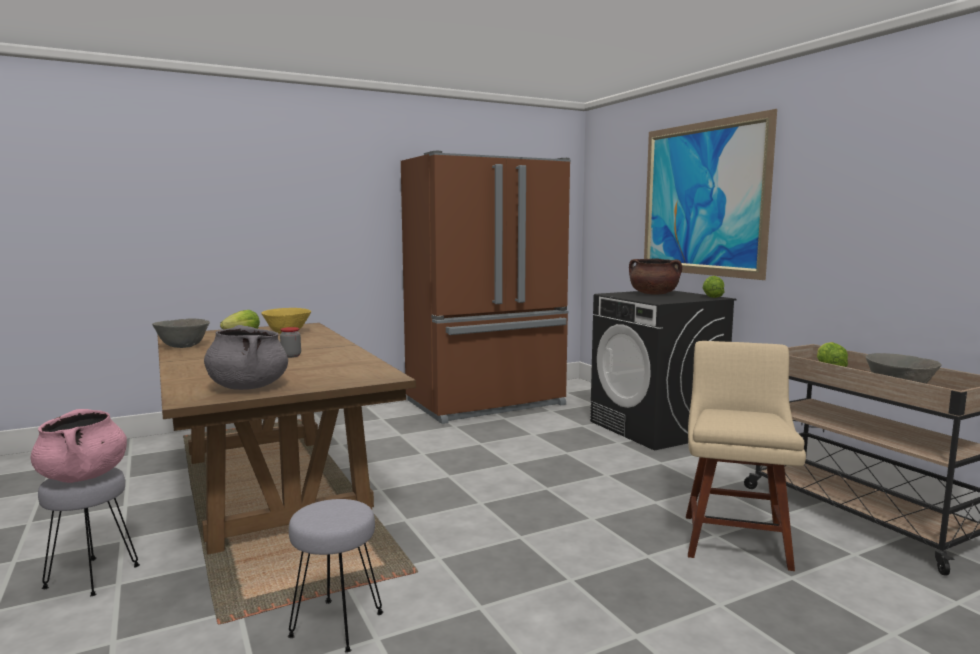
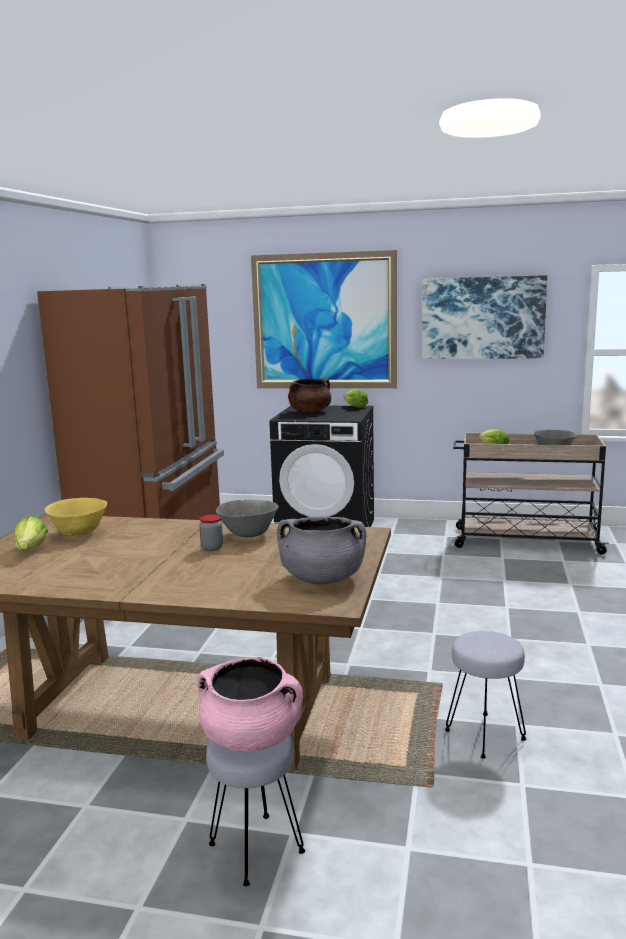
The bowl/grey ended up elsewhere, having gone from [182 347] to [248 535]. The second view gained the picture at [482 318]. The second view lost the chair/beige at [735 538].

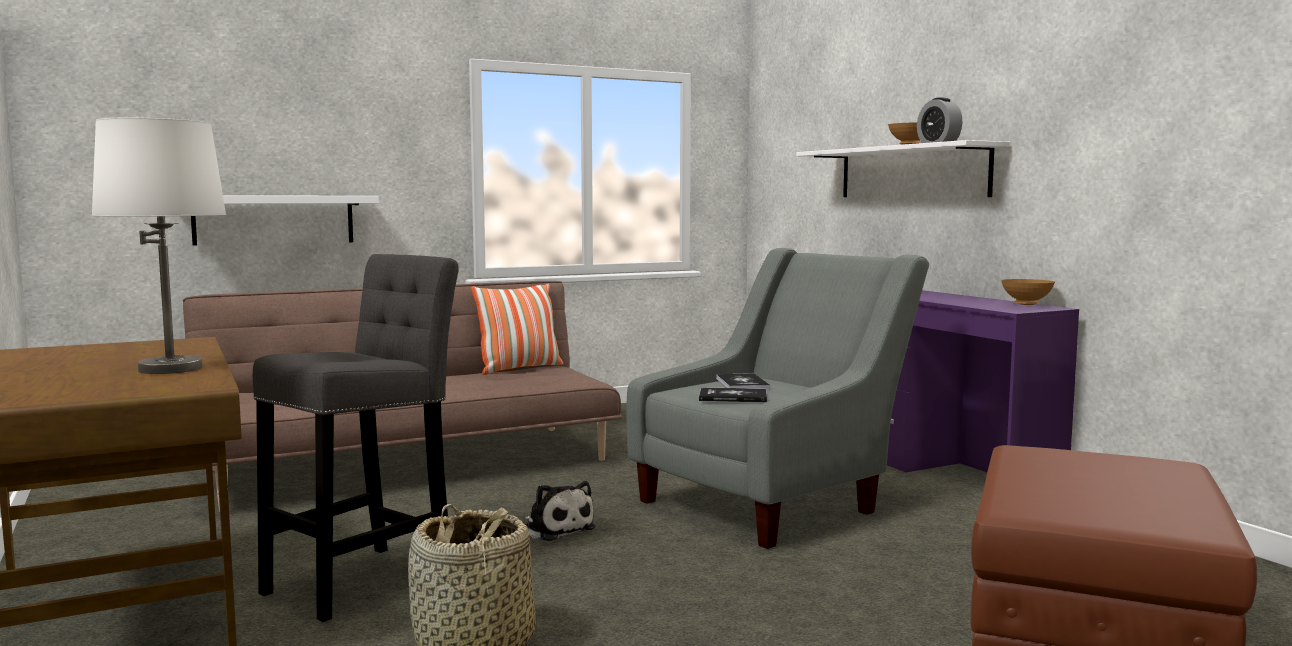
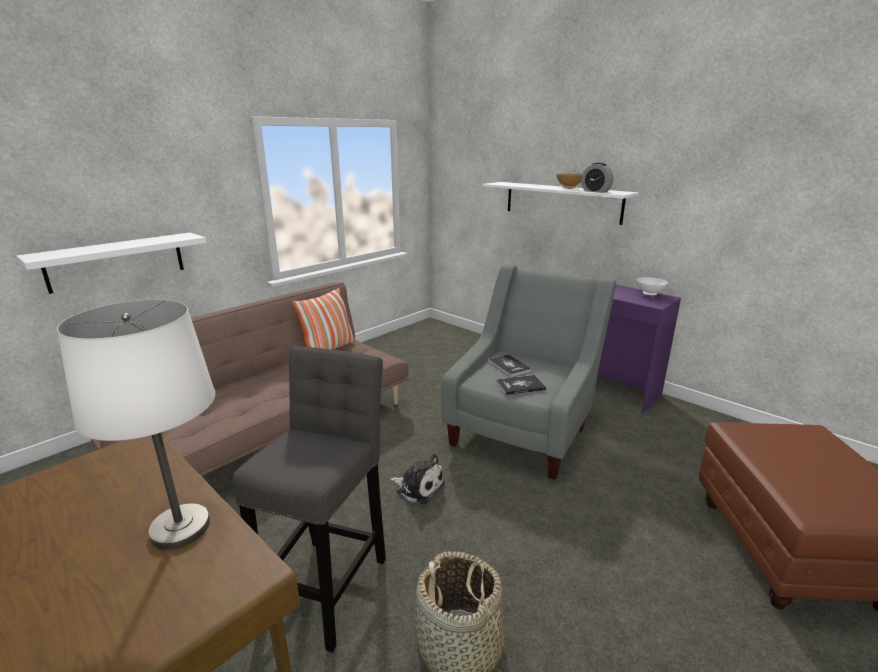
What was the bowl/brown at [1025 304] turned into the bowl/white at [649 294].

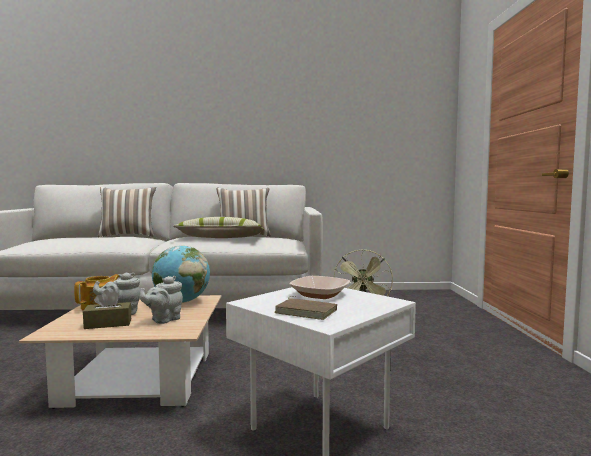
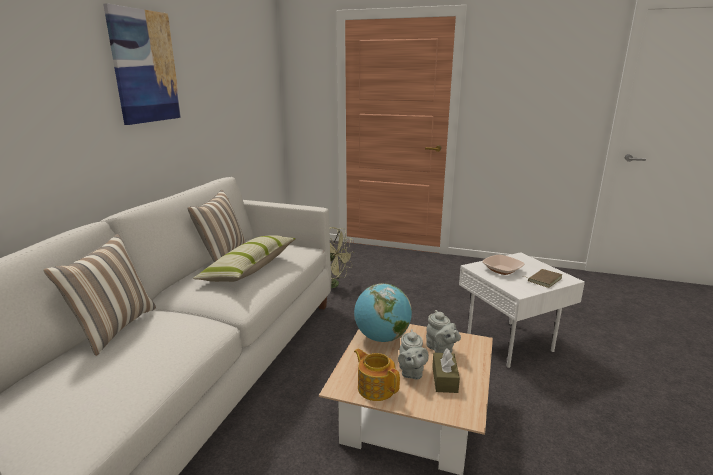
The second view gained the picture at [145 67].

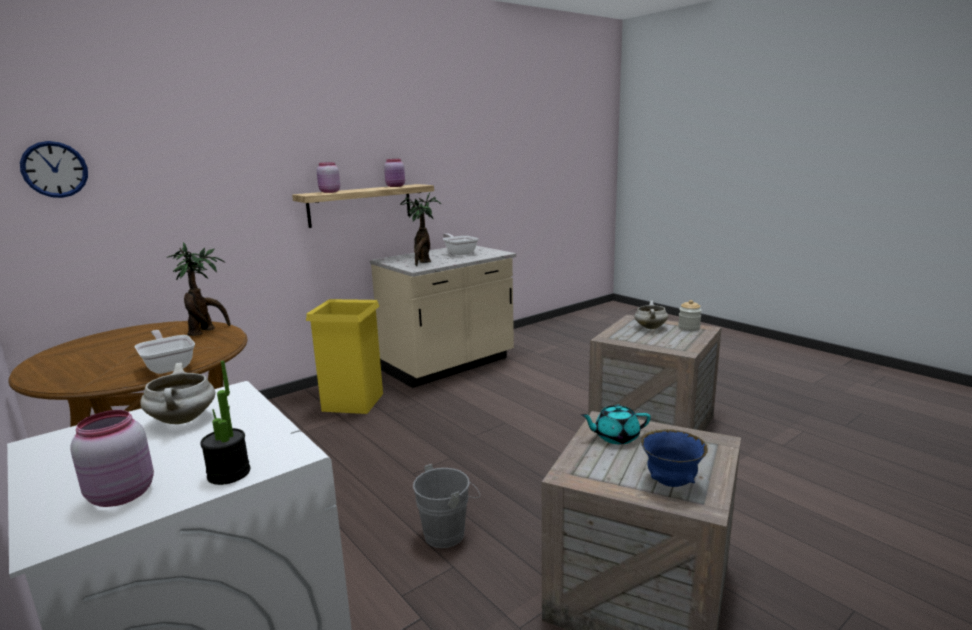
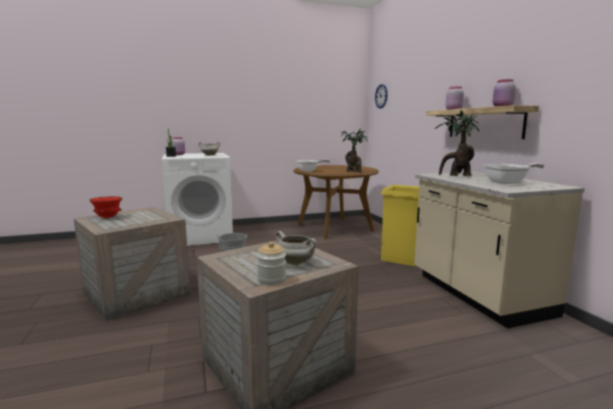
What was the bowl/blue at [671 482] turned into the bowl/red at [108 218]. The second view lost the teapot/turquoise at [615 437].

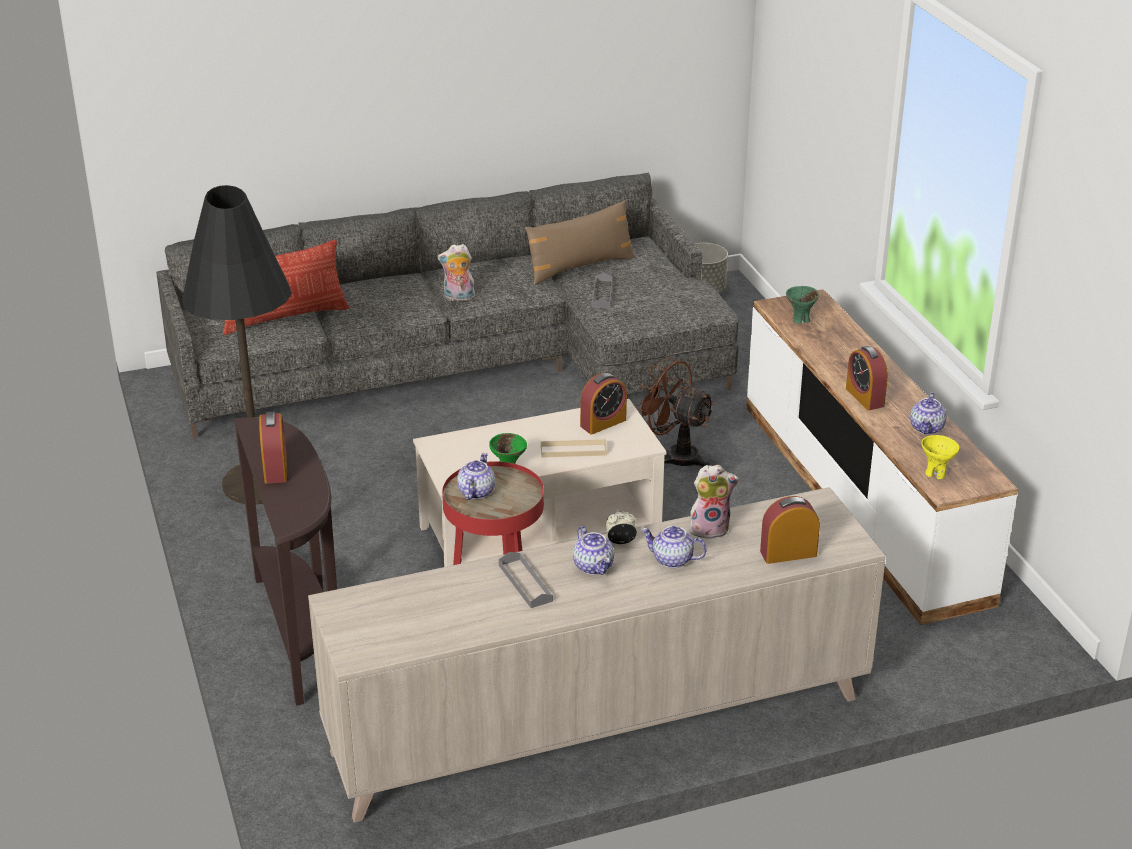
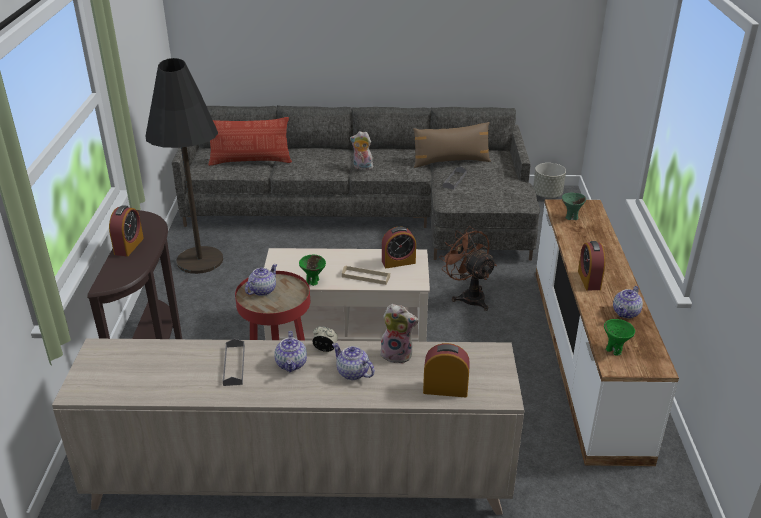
What was the bowl/yellow at [935 474] turned into the bowl/green at [614 350].

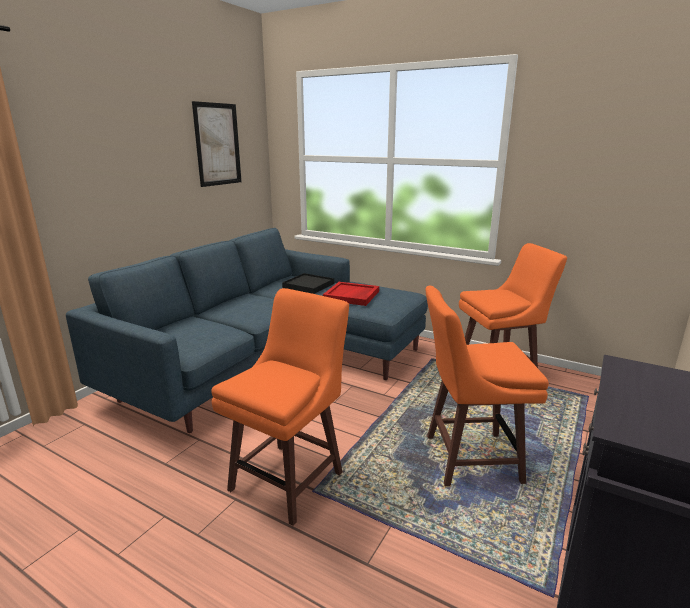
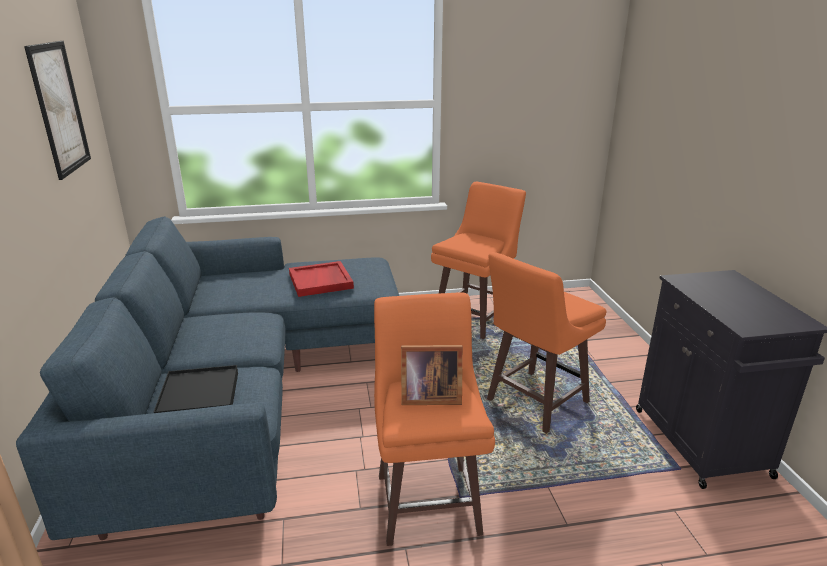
The tray/black ended up elsewhere, having gone from [308 286] to [199 396]. The second view gained the picture frame at [428 396].

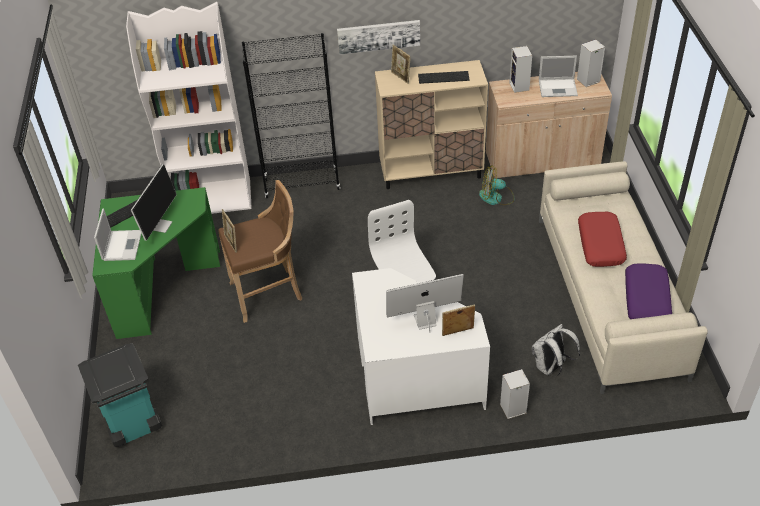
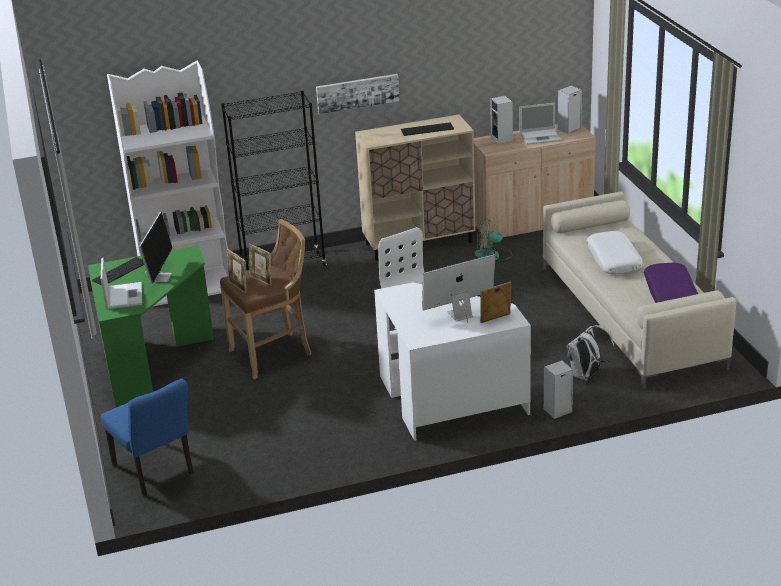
Where the trash can/turquoise stood at [132 425], the chair/blue came to stand at [156 472]. The picture frame ended up elsewhere, having gone from [401 77] to [261 280]. What was the pillow/red at [601 245] turned into the pillow/white at [614 260].

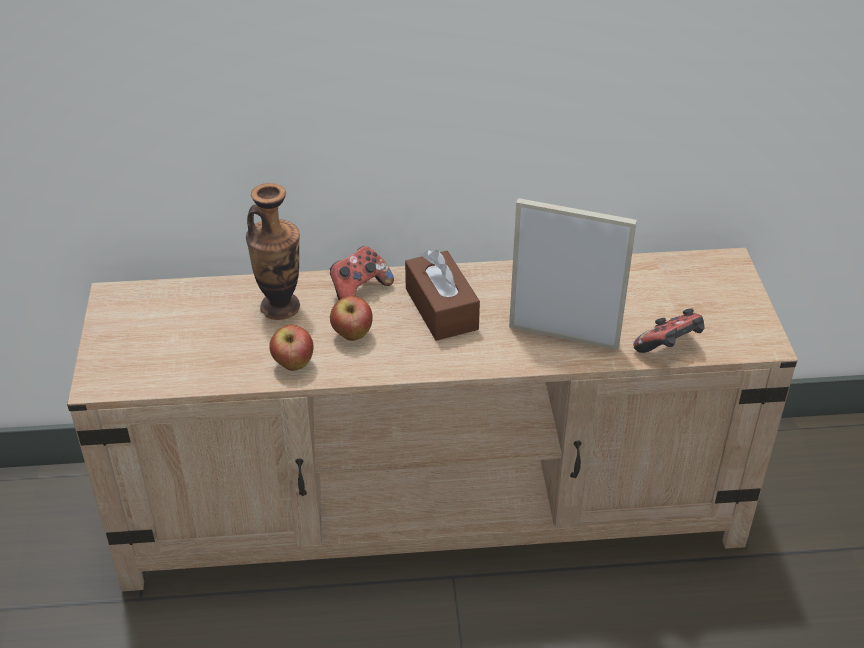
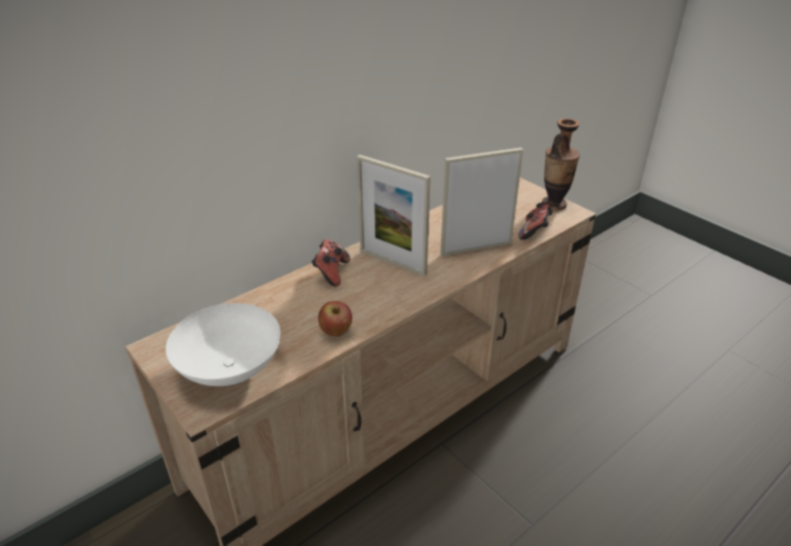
The second view gained the bowl/white at [228 369]. Where the tissue box/brown stood at [441 309], the picture frame came to stand at [392 262]. The vase ended up elsewhere, having gone from [280 307] to [554 204]. The second view lost the apple at [352 335].

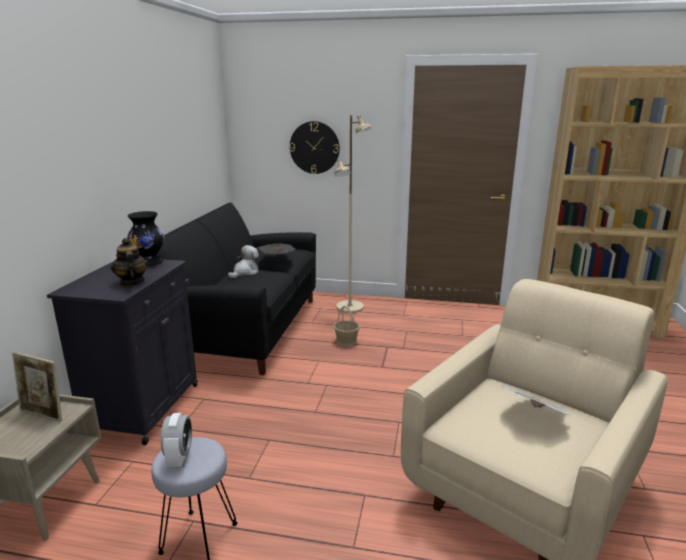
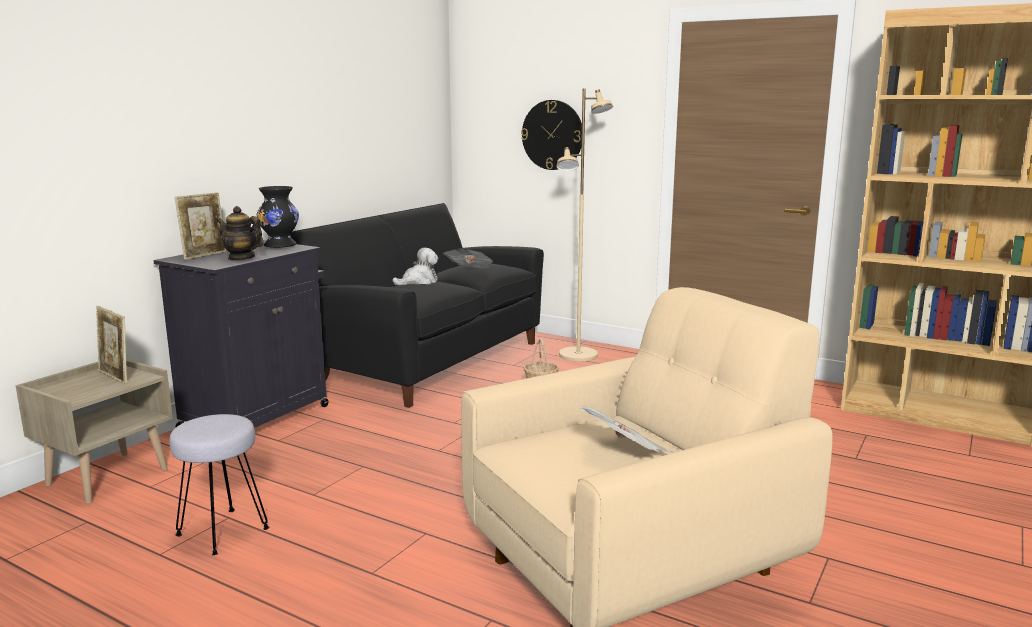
The second view gained the picture frame at [204 255]. The teapot at [131 282] ended up facing another way, 60 degrees counterclockwise from before. The second view lost the alarm clock at [179 458].

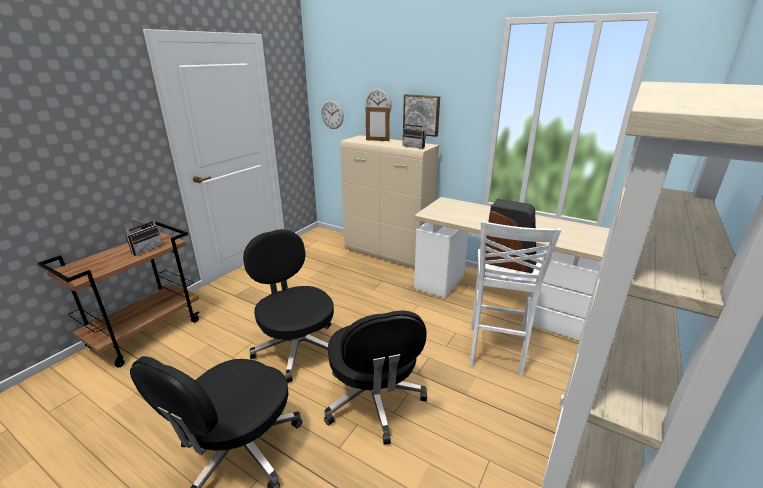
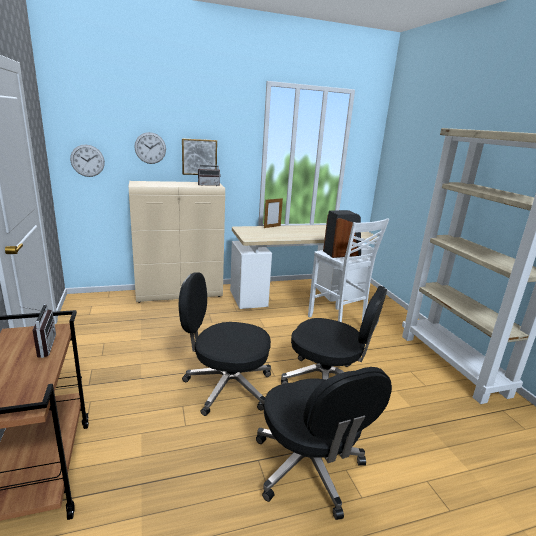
The picture frame ended up elsewhere, having gone from [377 140] to [272 227].

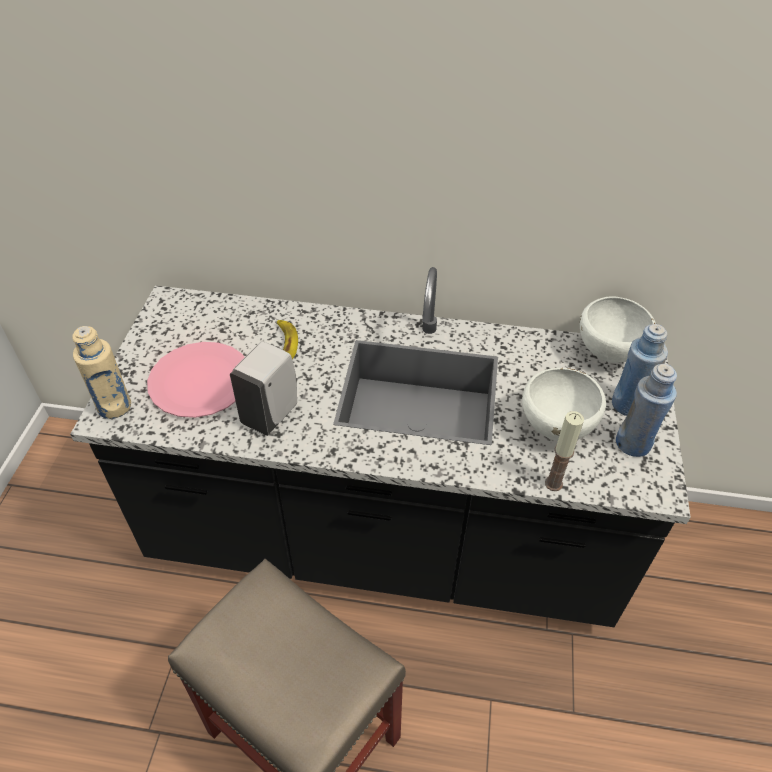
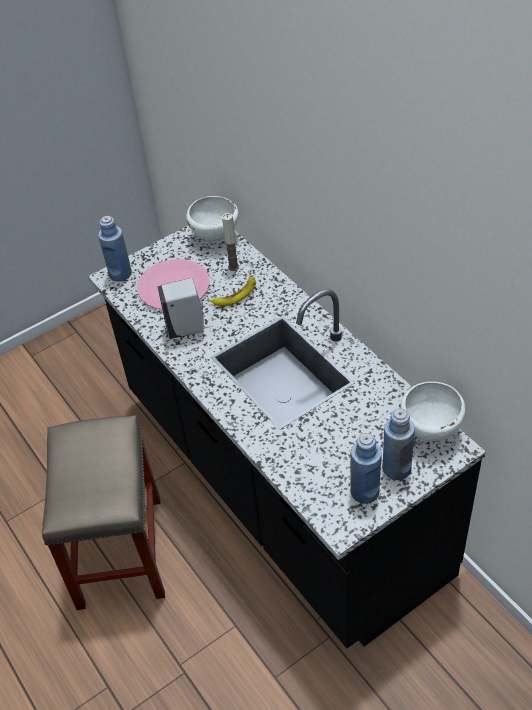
What was the bottle/beige at [114 406] turned into the bottle/blue at [120 274]. The bowl/white ended up elsewhere, having gone from [556 428] to [216 237]. The candle ended up elsewhere, having gone from [553 483] to [233 267].

